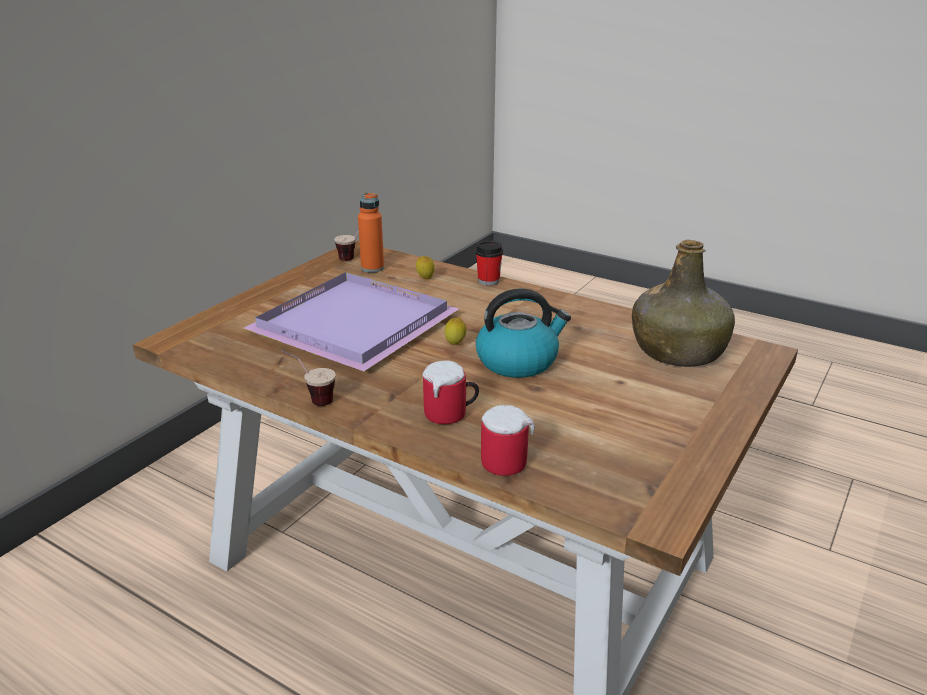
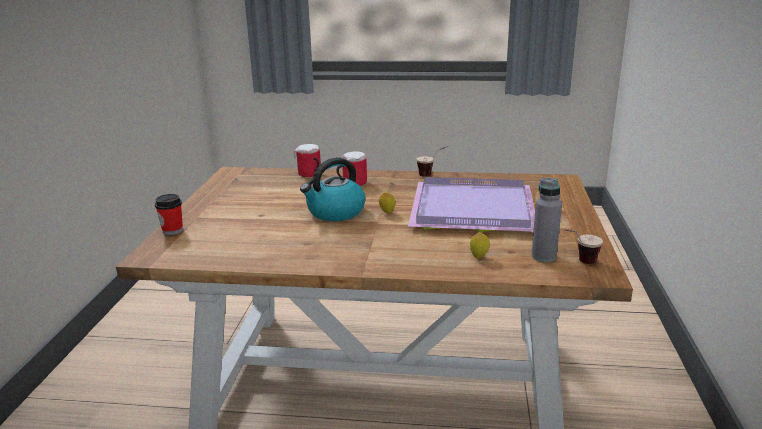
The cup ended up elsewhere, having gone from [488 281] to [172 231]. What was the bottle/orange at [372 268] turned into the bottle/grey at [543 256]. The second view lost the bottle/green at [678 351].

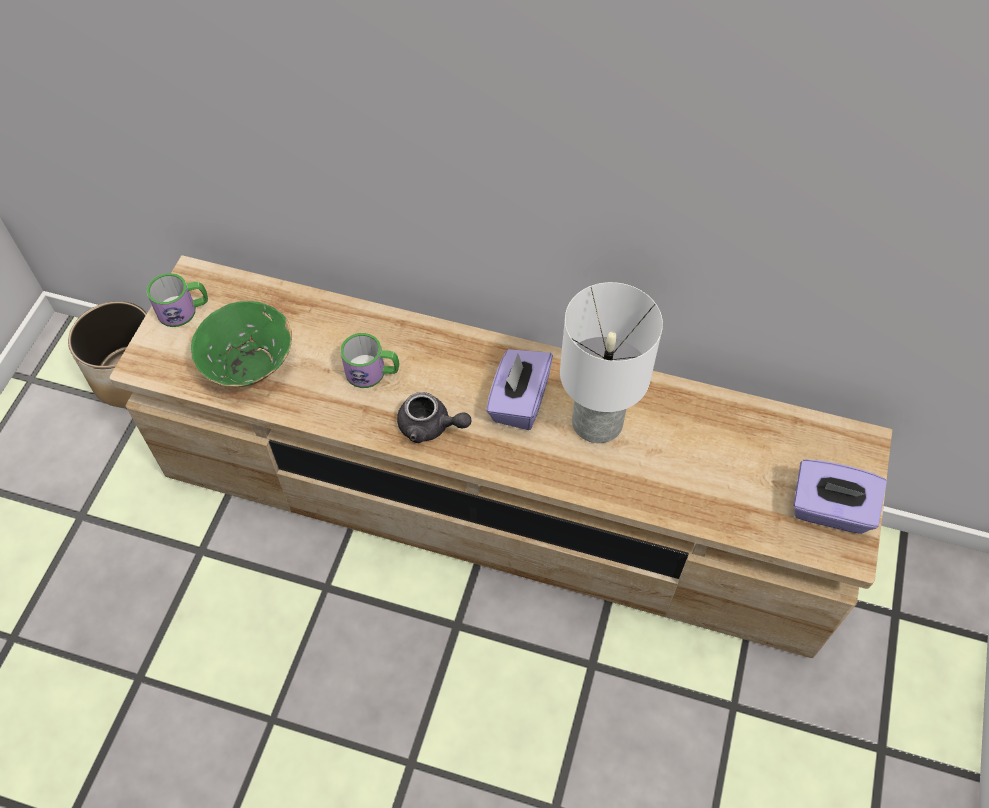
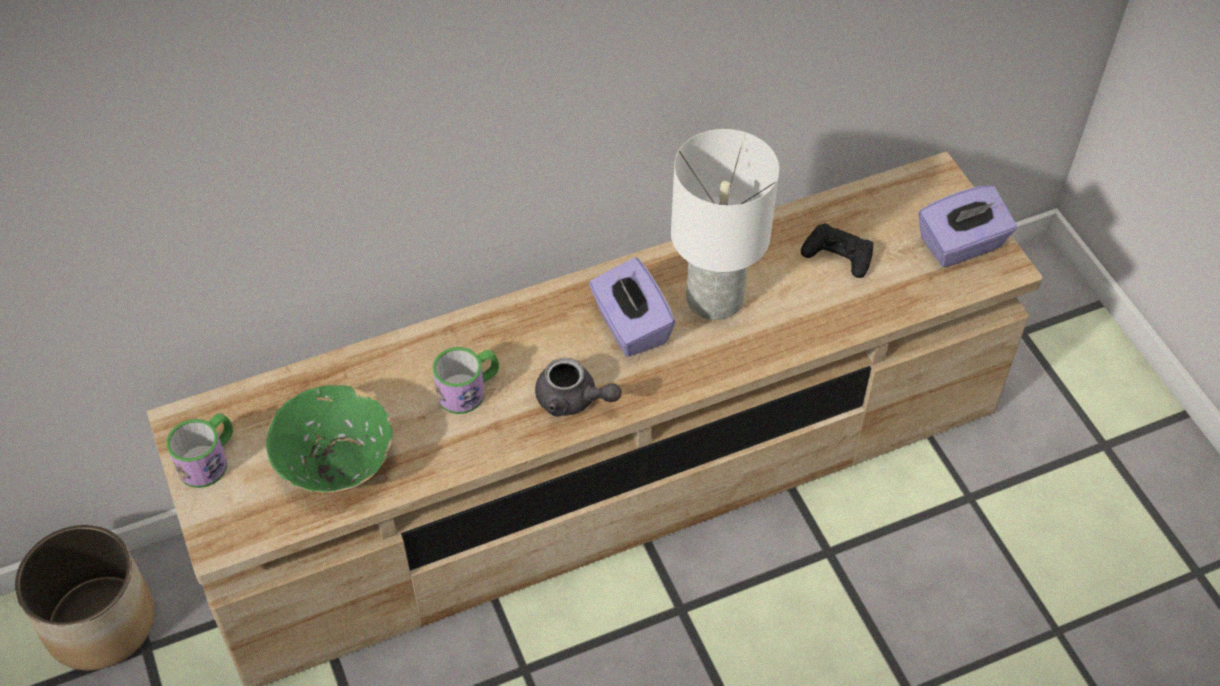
The teapot/grey at [430 427] ended up facing another way, 45 degrees clockwise from before. The second view gained the game controller/black at [838 255].

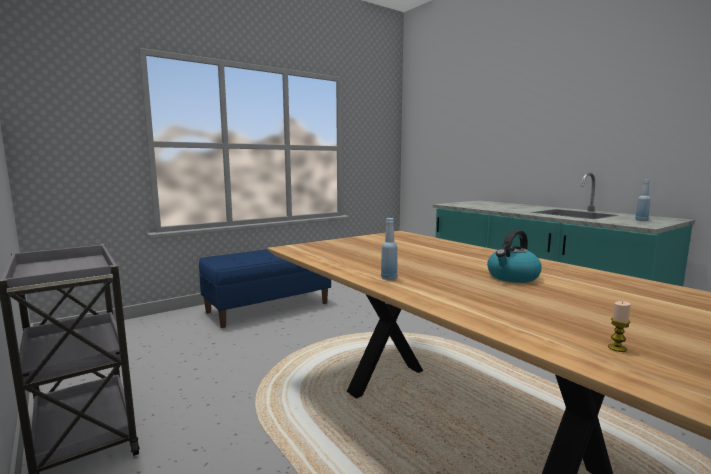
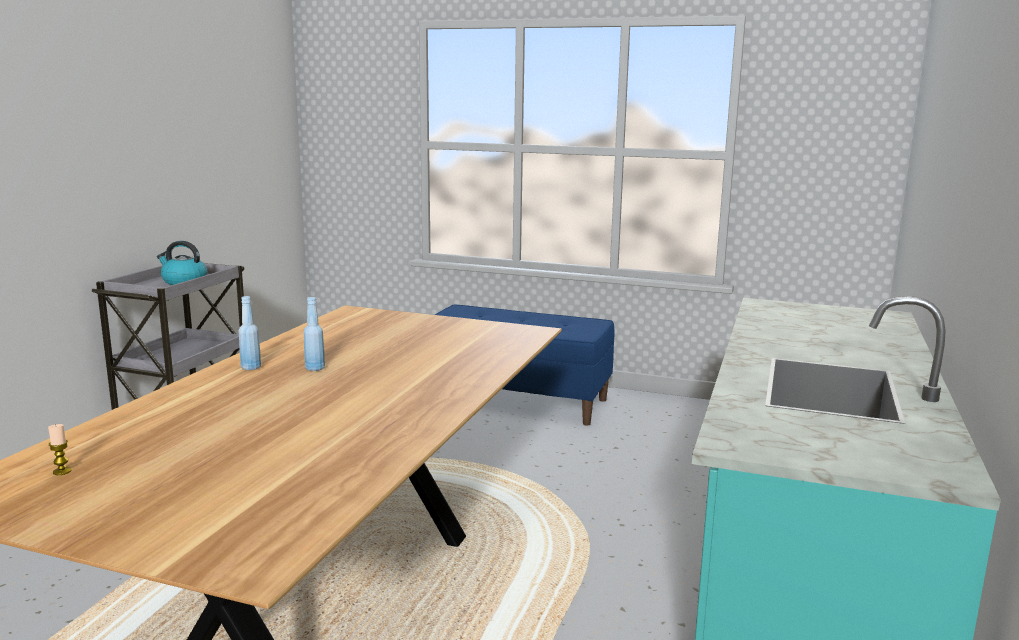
The kettle ended up elsewhere, having gone from [512 277] to [184 281]. The bottle/blue ended up elsewhere, having gone from [641 220] to [315 368].

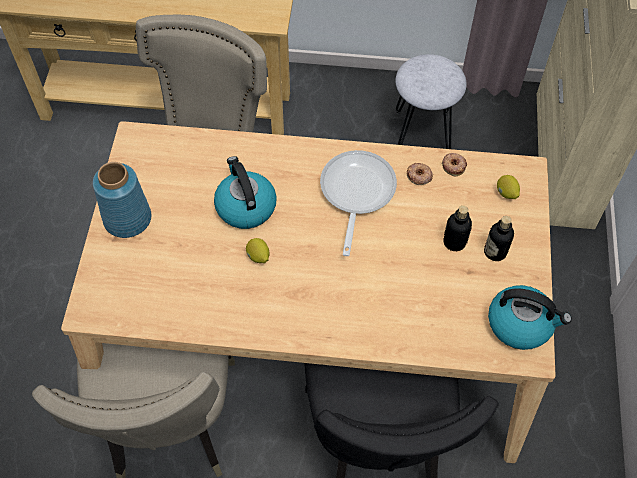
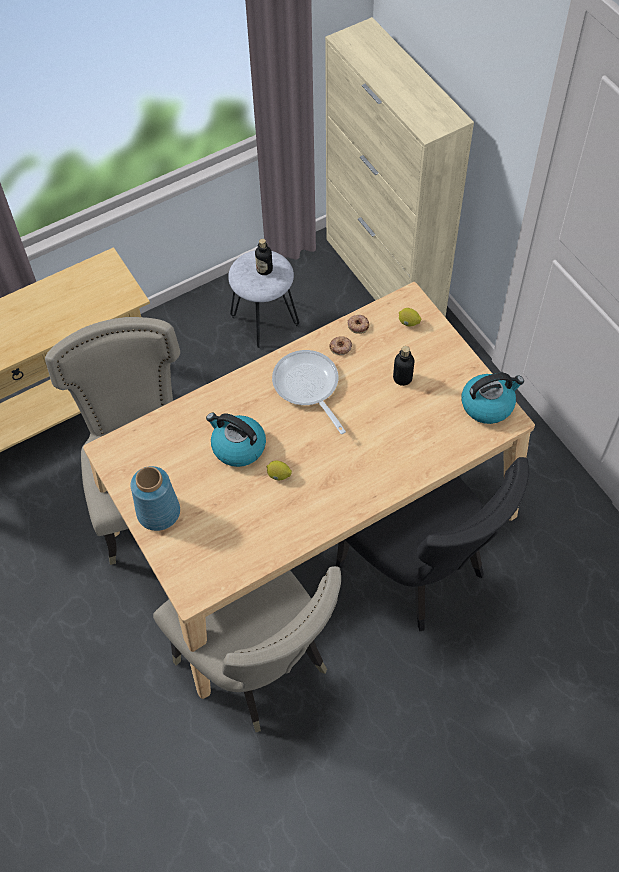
The bottle ended up elsewhere, having gone from [495 252] to [264 269].

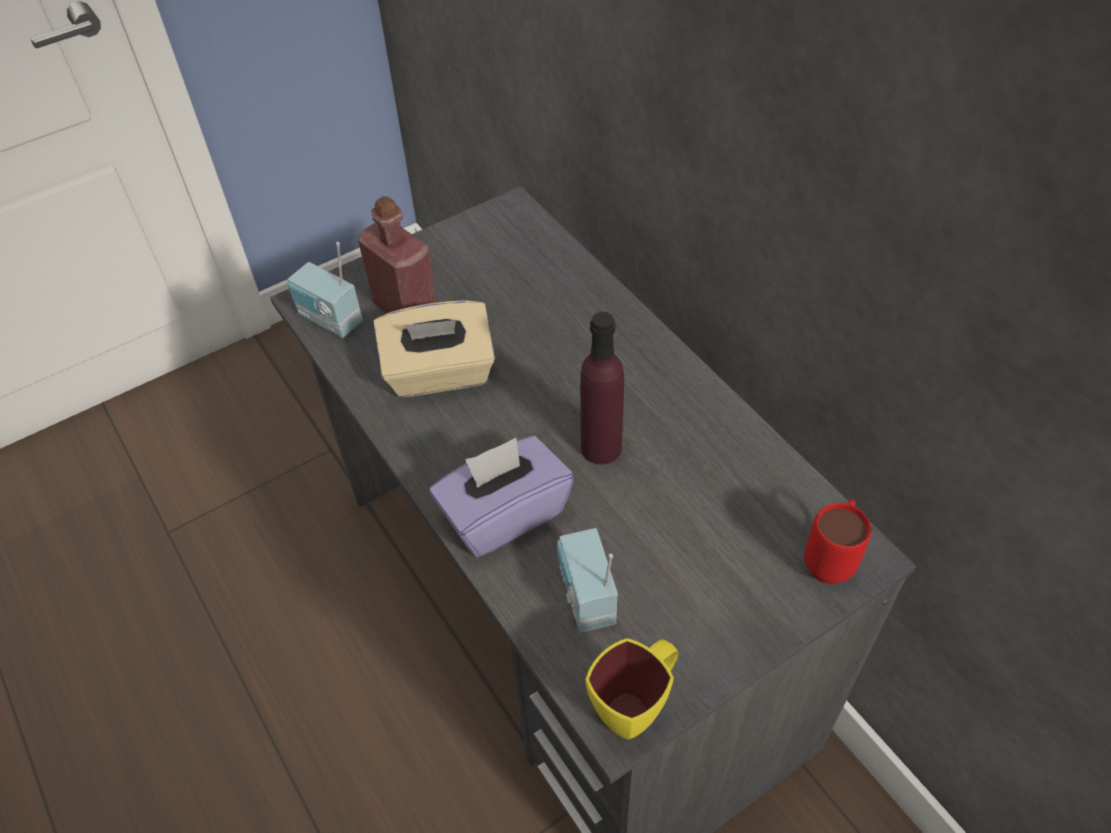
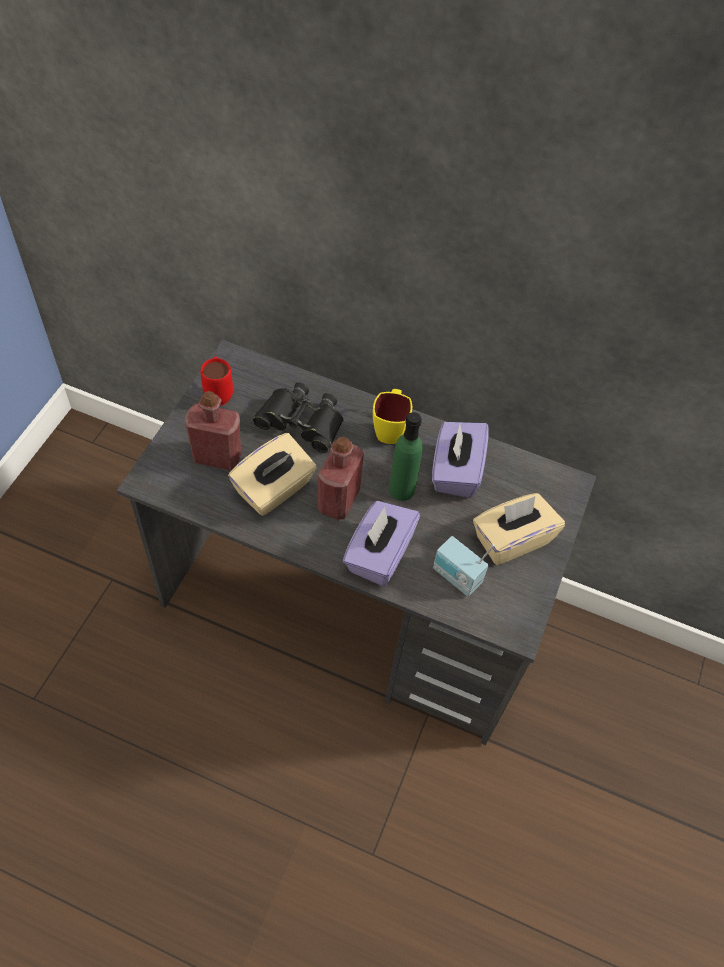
The mug/red ended up elsewhere, having gone from [831 559] to [219 393]. The second view gained the binoculars/black at [301 422]. The second view gained the bottle/red at [338 500]. The mug/yellow ended up elsewhere, having gone from [636 705] to [390 429]. What was the bottle/purple at [601 447] turned into the bottle/green at [401 489]. The second view gained the tissue box/purple at [455 471]. The second view gained the tissue box/beige at [511 539]. The second view lost the radio at [329 321].

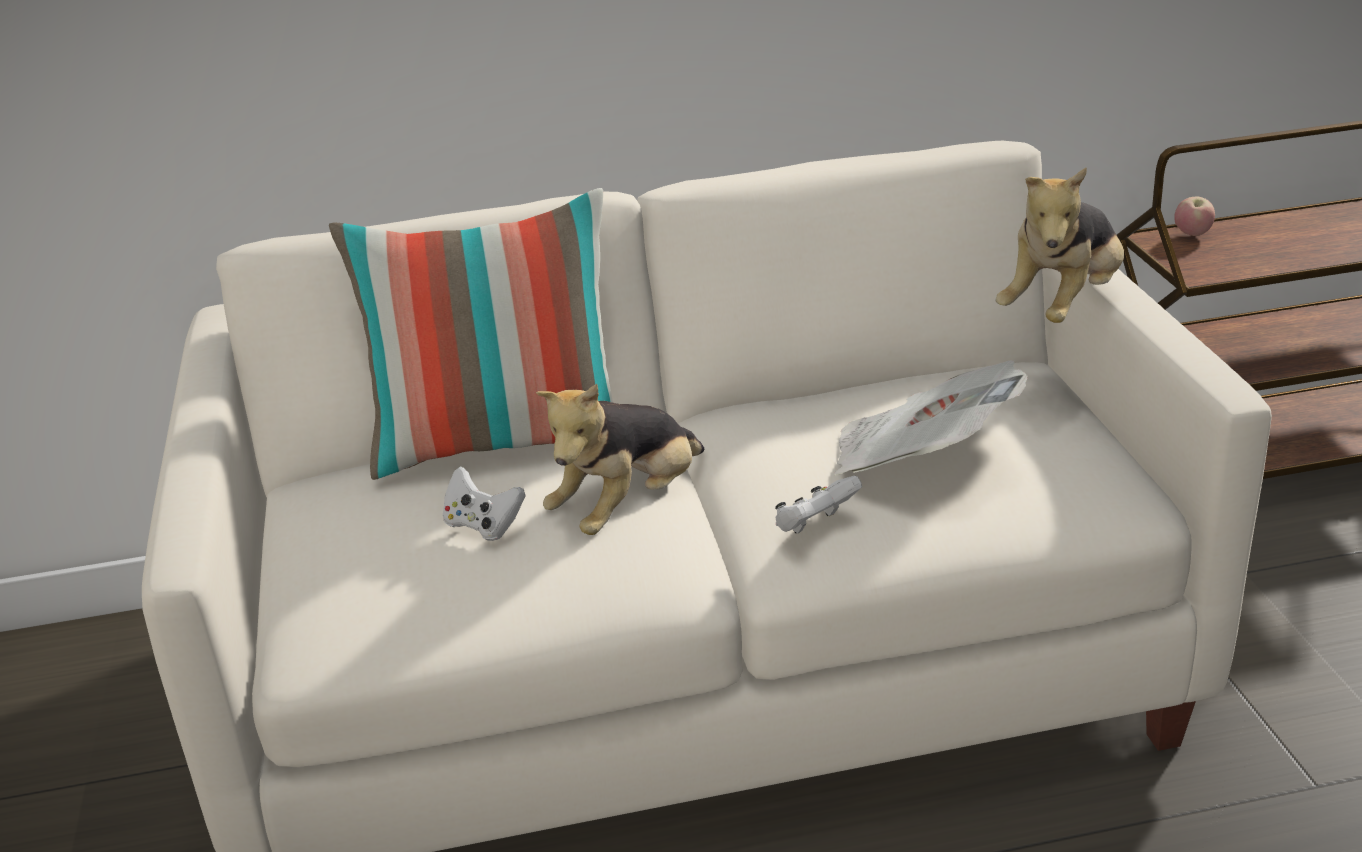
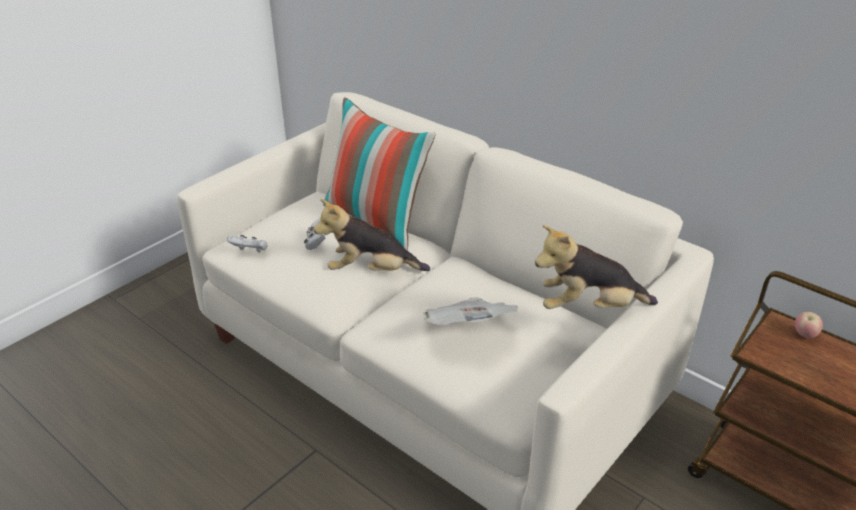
The game controller/white ended up elsewhere, having gone from [815 525] to [250 251].

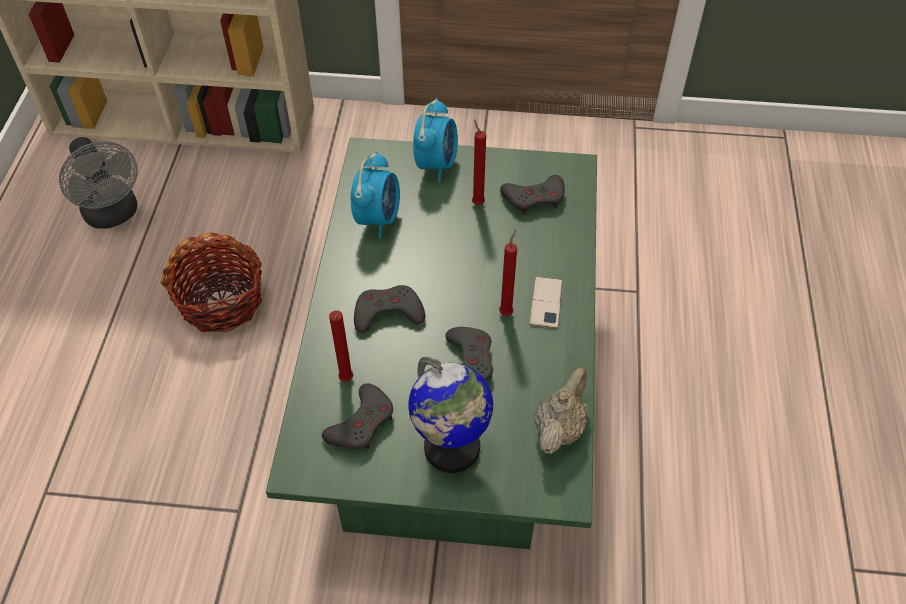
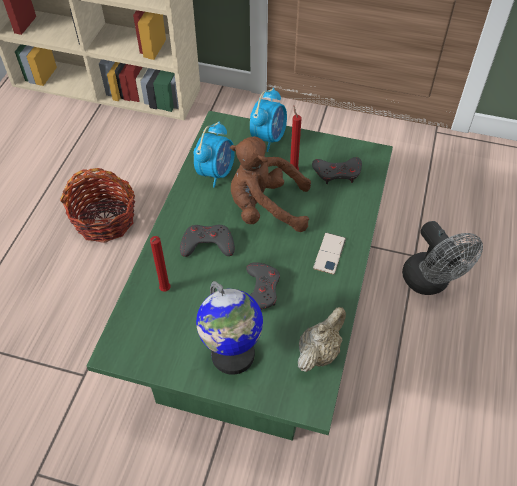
The second view gained the plush toy/brown at [265 208]. The fan/grey ended up elsewhere, having gone from [114 215] to [430 282]. The second view lost the game controller/grey at [361 423]. The second view lost the candle/red at [507 311].

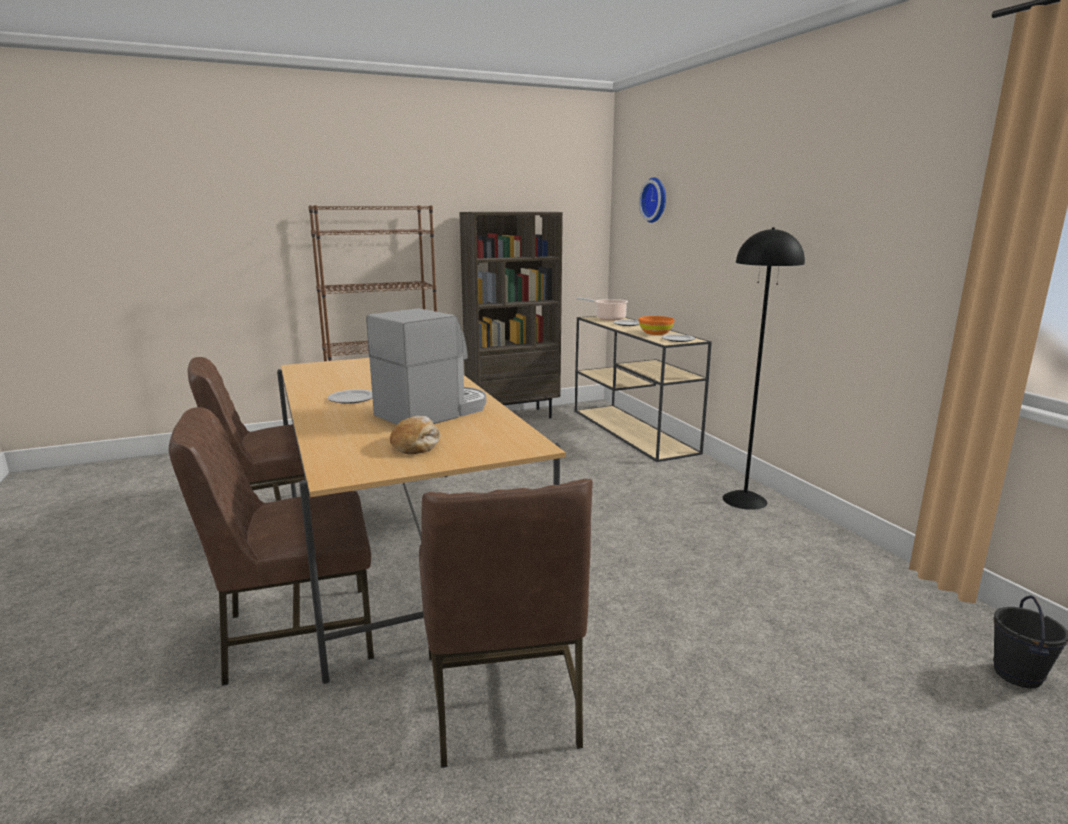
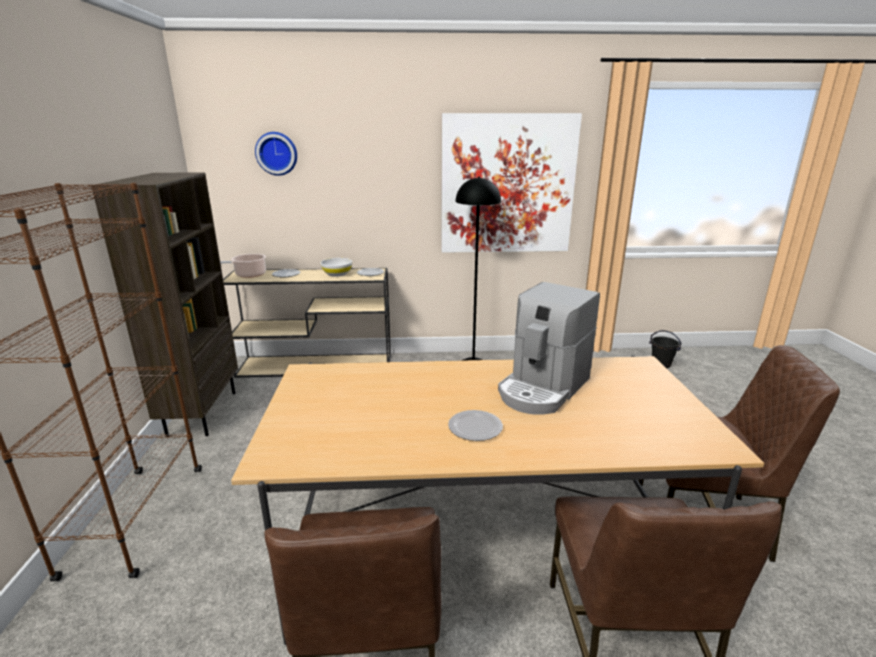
What was the bowl/orange at [655 333] turned into the bowl/white at [337 274]. The second view gained the picture at [507 185]. The coffee machine at [434 412] ended up facing another way, 120 degrees counterclockwise from before. The second view lost the bread at [416 444].

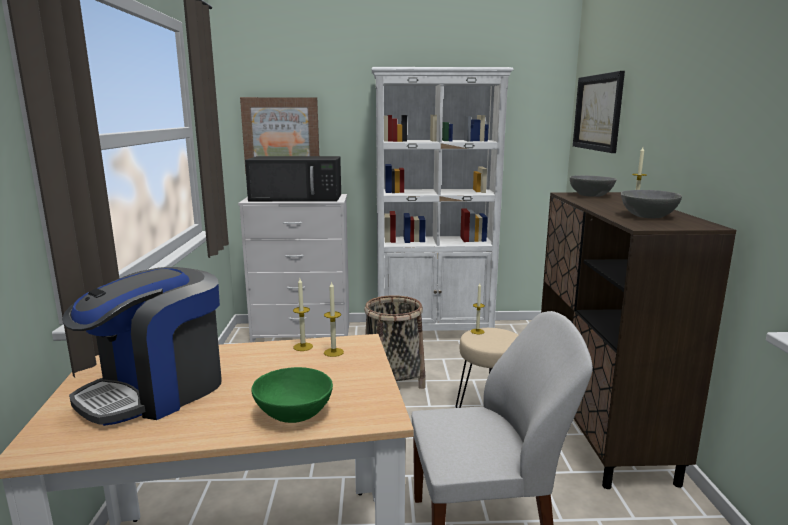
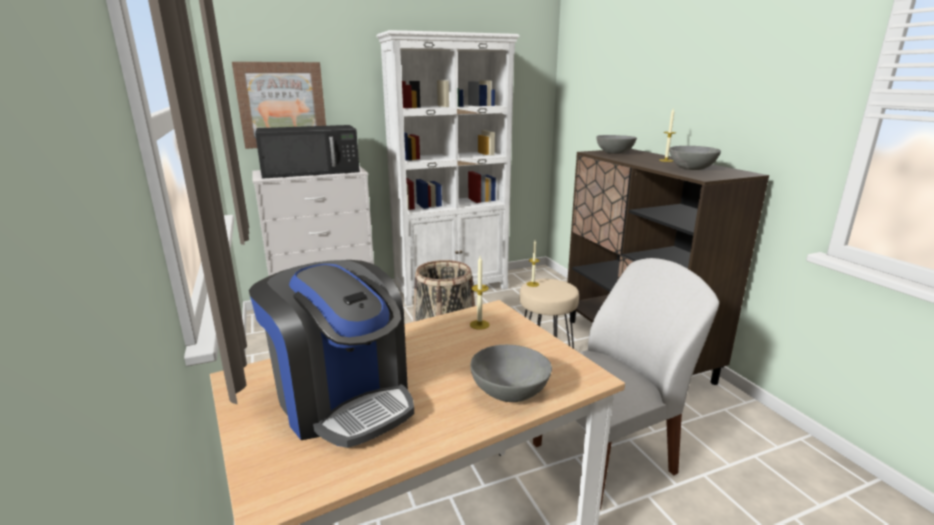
The coffee machine at [157 390] ended up facing another way, 60 degrees counterclockwise from before. What was the bowl/green at [294 414] turned into the bowl/grey at [509 392]. The second view lost the candle at [303 347]. The second view lost the picture at [598 112].

